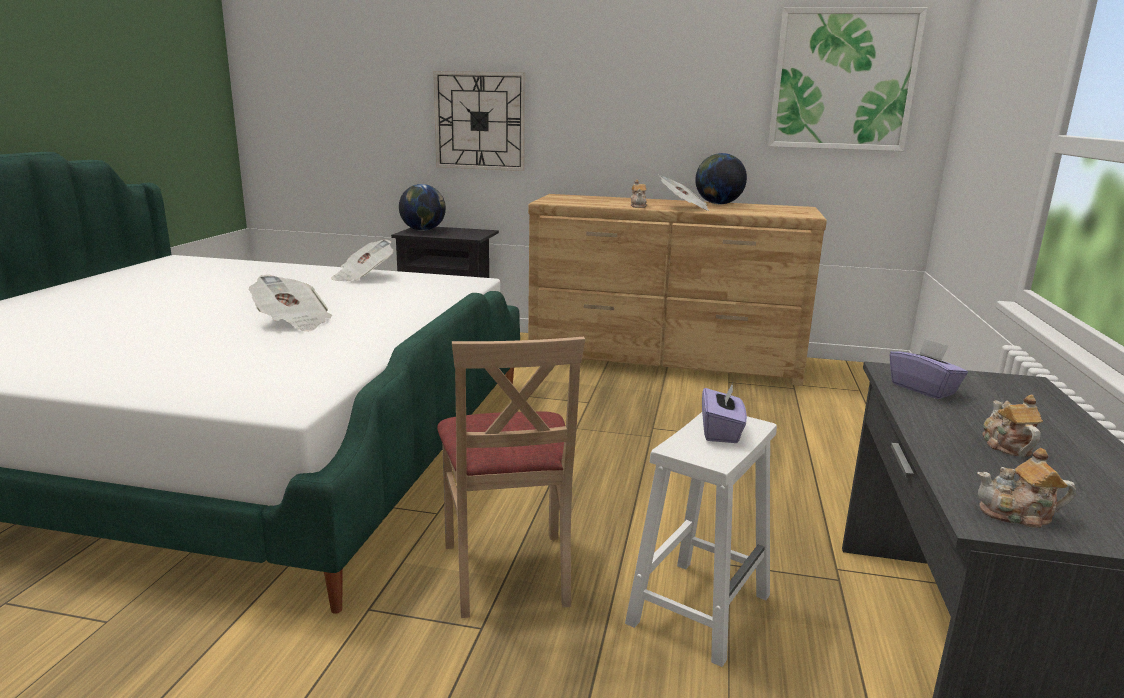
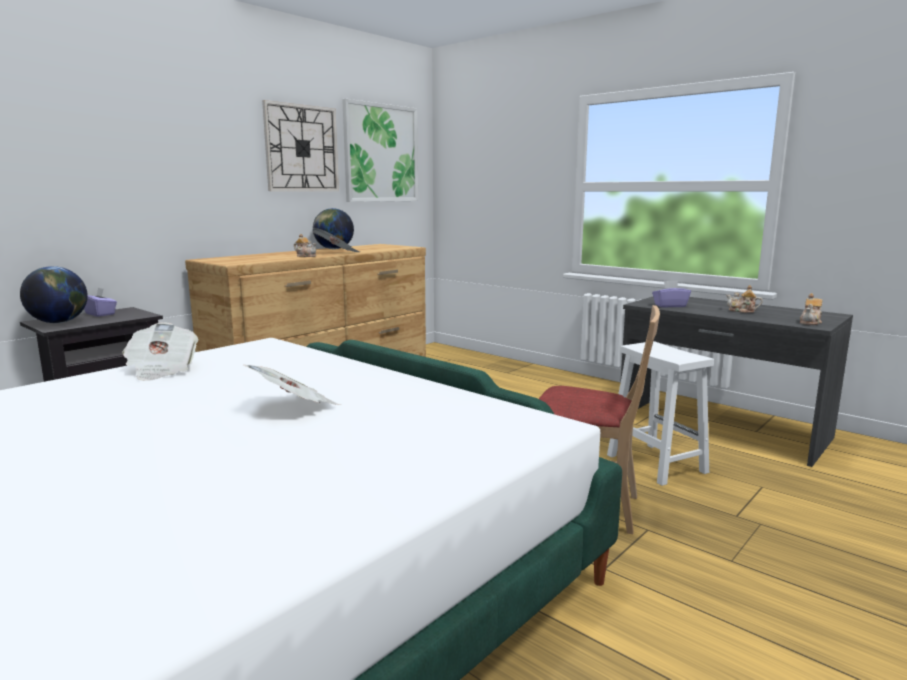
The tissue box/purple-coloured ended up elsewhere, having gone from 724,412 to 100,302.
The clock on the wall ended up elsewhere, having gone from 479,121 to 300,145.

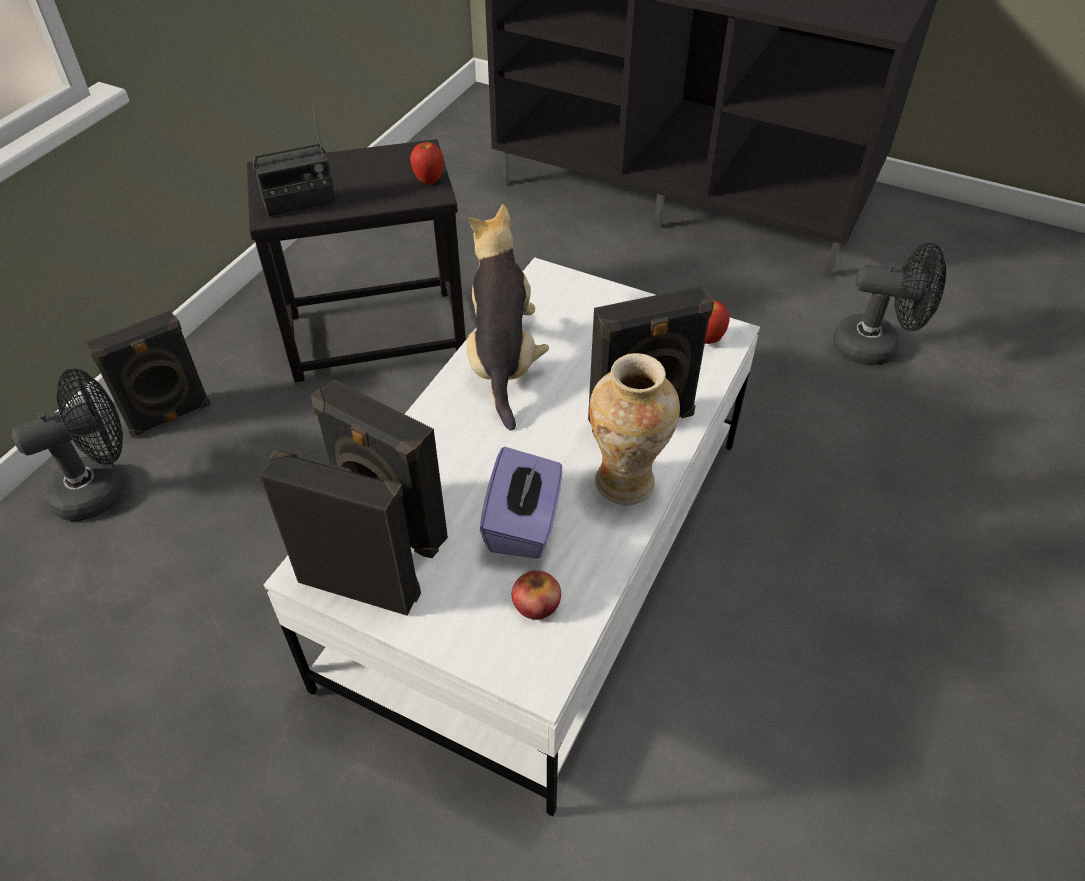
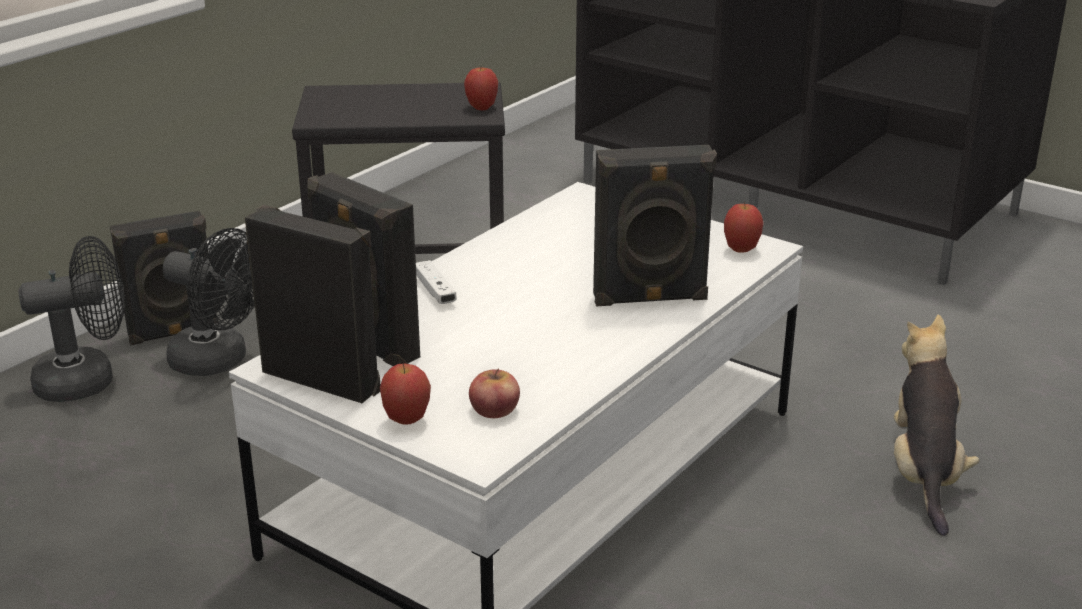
The fan/black ended up elsewhere, having gone from 889,304 to 209,302.
The second view gained the apple at 405,394.
The second view gained the game controller/whitish at 436,282.
The cuddly toy ended up elsewhere, having gone from 508,317 to 937,425.
The second view lost the radio set at 294,162.
The second view lost the tissue box/purple-coloured at 521,503.
The second view lost the decorative vase at 634,429.

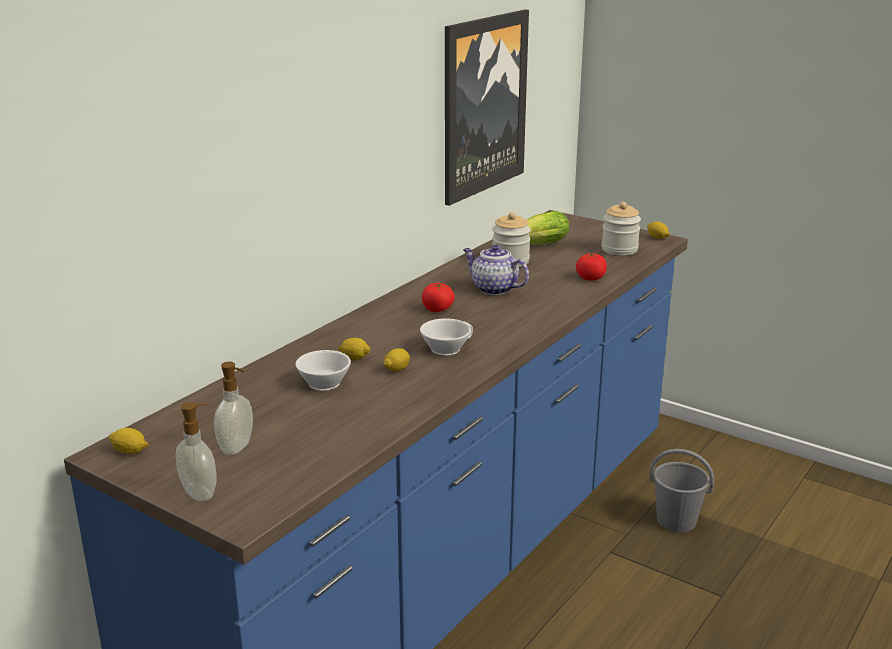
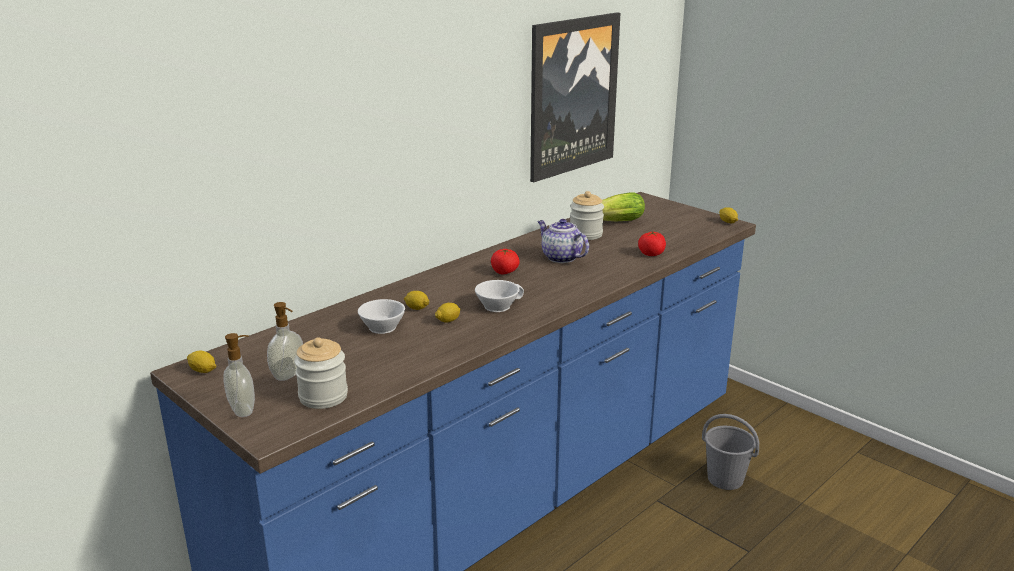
The storage jar ended up elsewhere, having gone from 621,229 to 321,373.

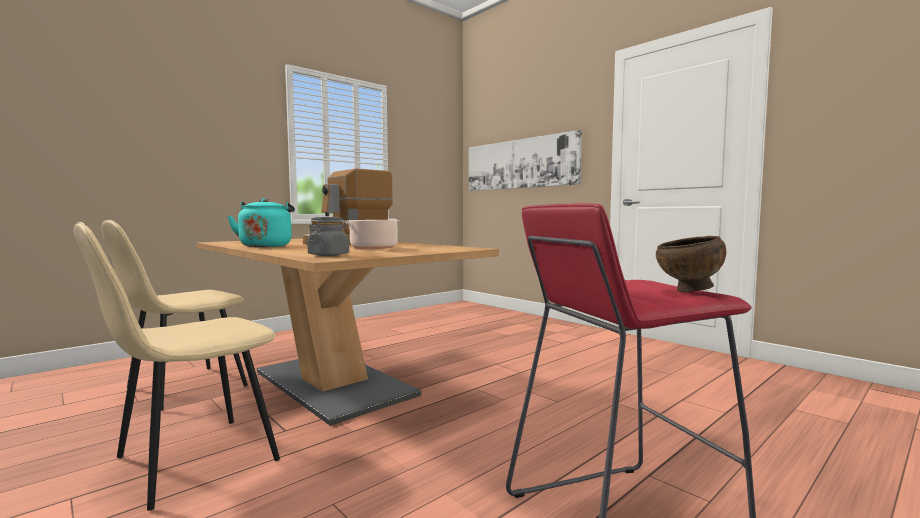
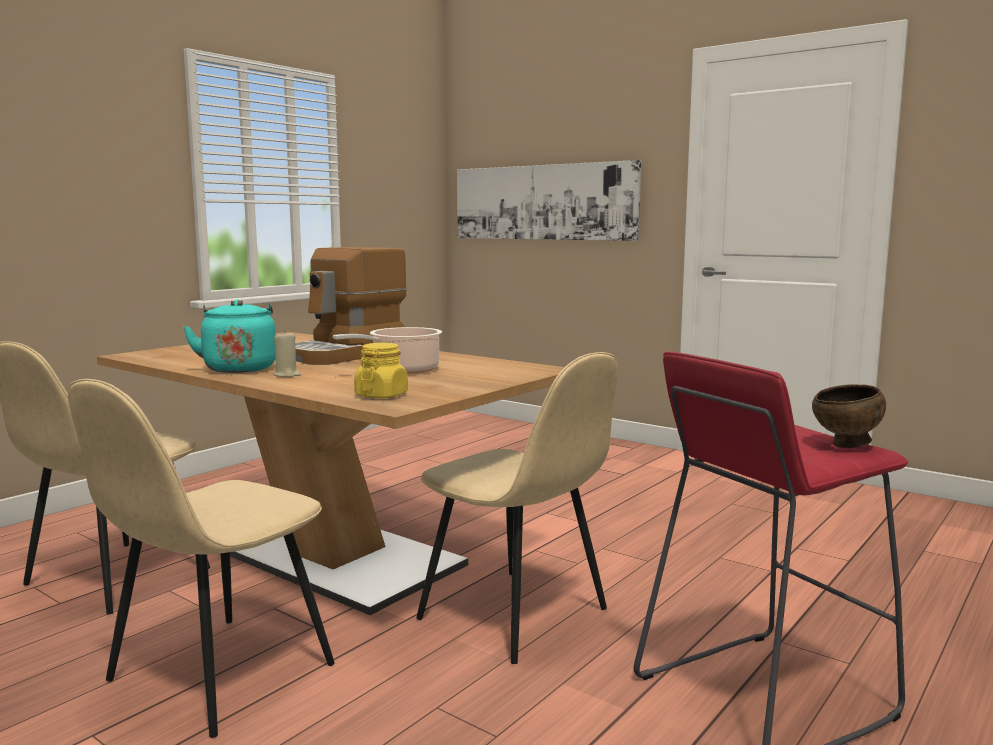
The second view gained the wax candle/beige at 287,354.
What was the storage jar/grey at 328,236 turned into the storage jar/yellow-coloured at 381,370.
The second view gained the plain chair/beige at 517,508.

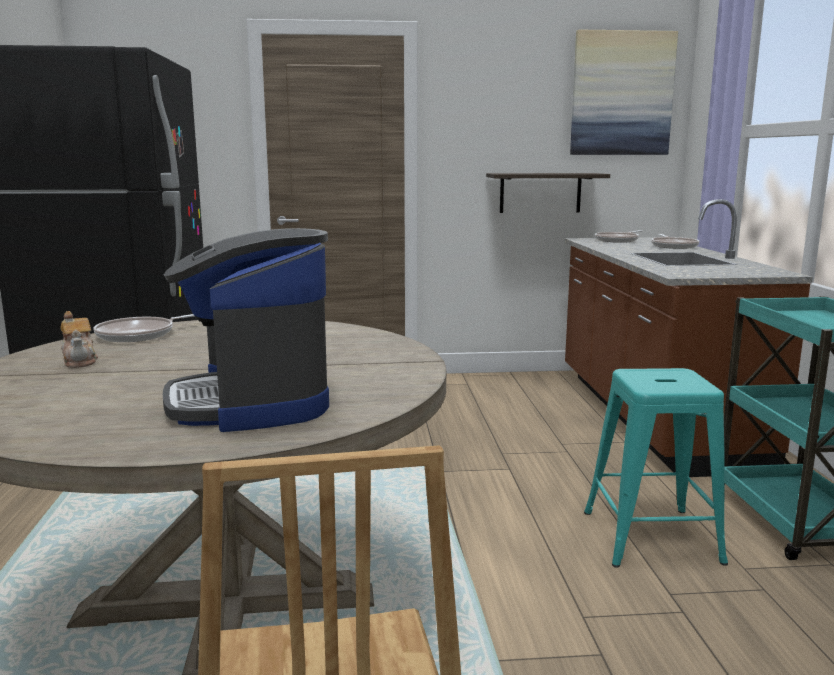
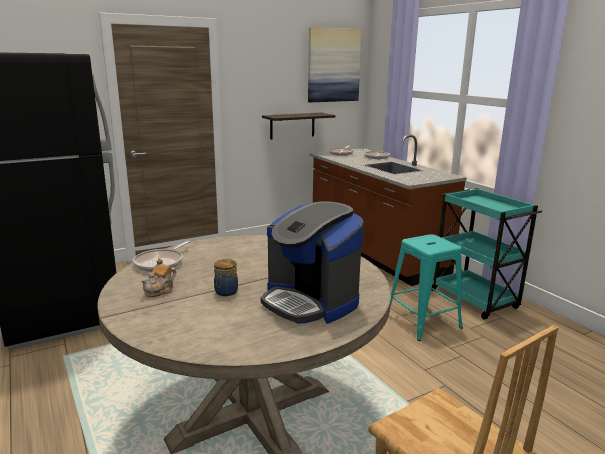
The pot for tea at 79,339 ended up facing another way, 90 degrees clockwise from before.
The second view gained the storage jar at 226,277.

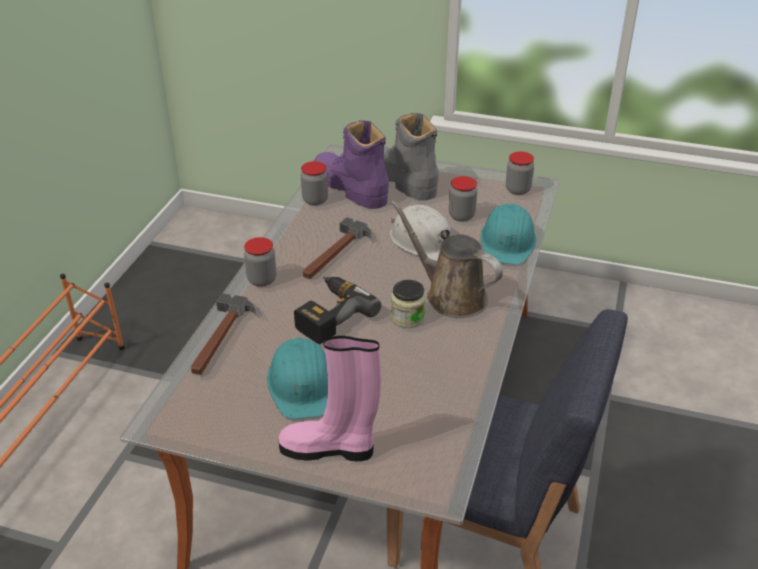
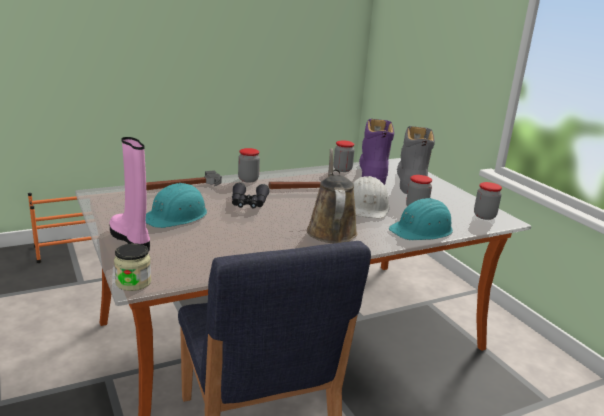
The storage jar ended up elsewhere, having gone from 408,304 to 132,267.
Where the drill stood at 338,310, the binoculars/black came to stand at 251,195.

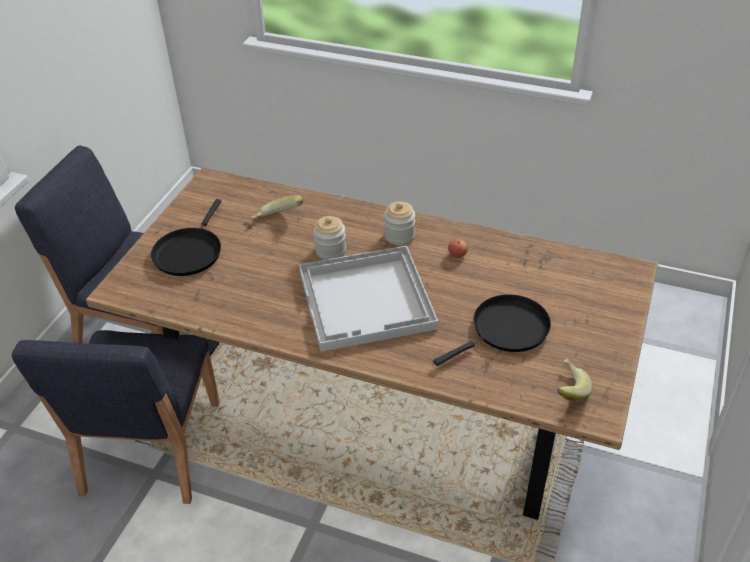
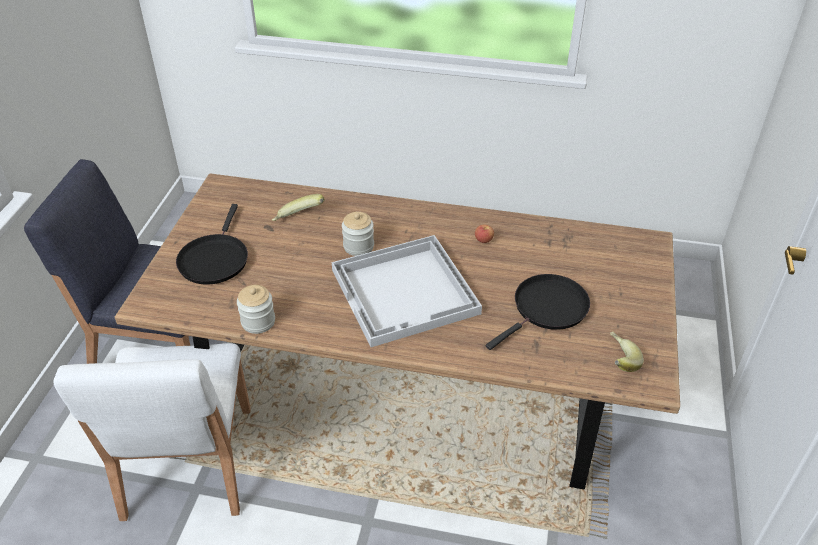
What was the plain chair/blue-coloured at 116,417 turned into the plain chair/whitish at 152,432.
The storage jar ended up elsewhere, having gone from 399,223 to 256,309.

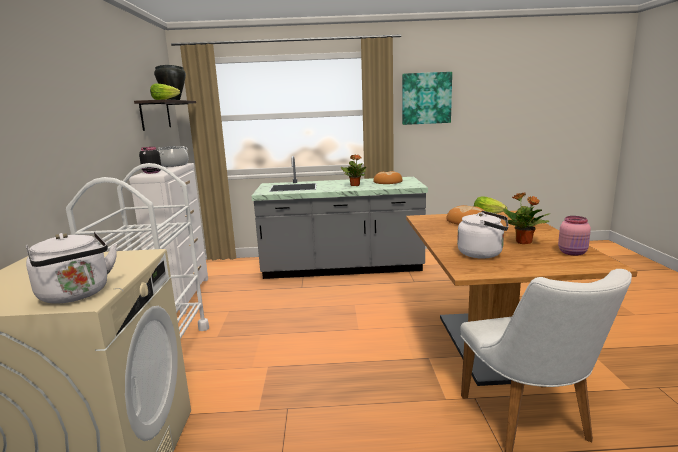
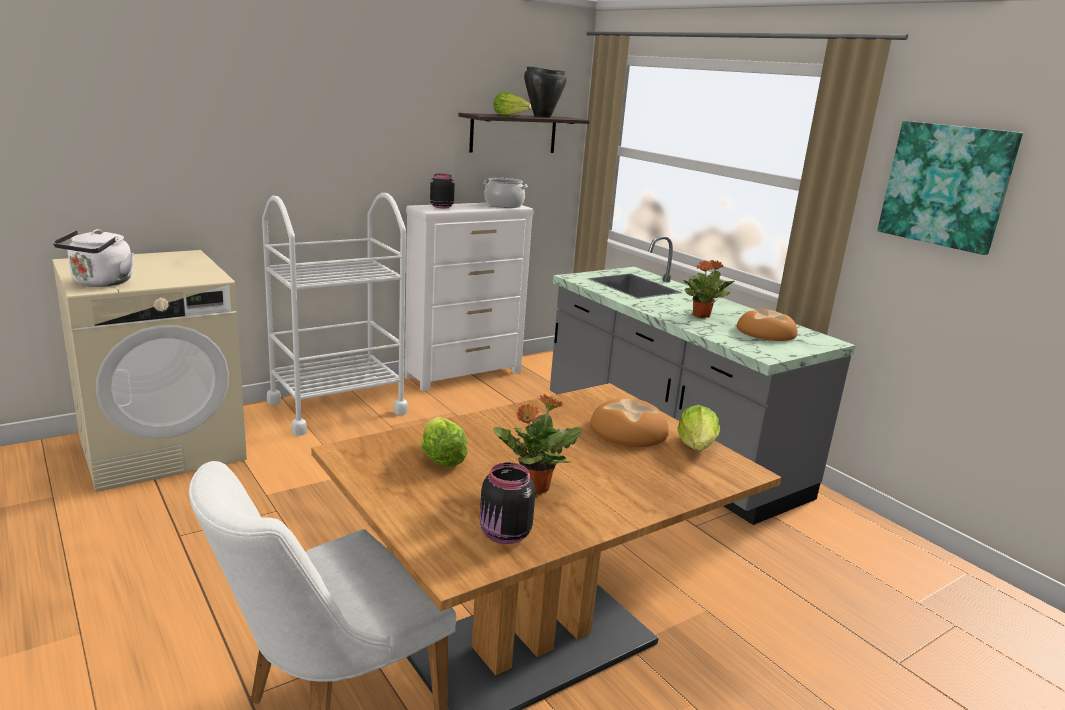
Where the kettle/whitish stood at 482,235, the head of lettuce came to stand at 444,442.
What was the storage jar/pink-coloured at 574,236 turned into the storage jar/black at 508,503.

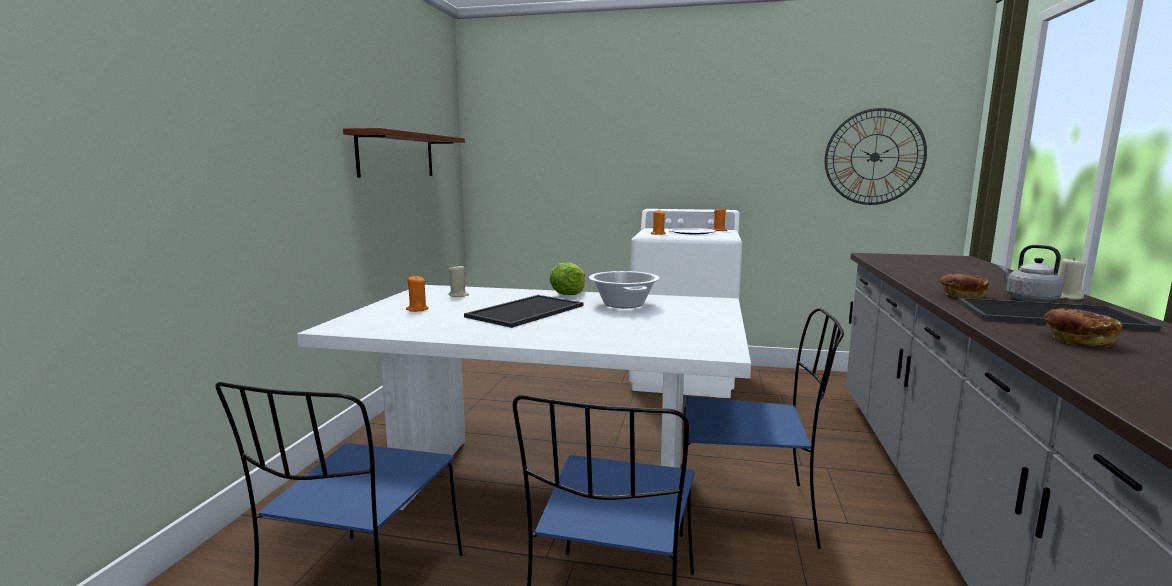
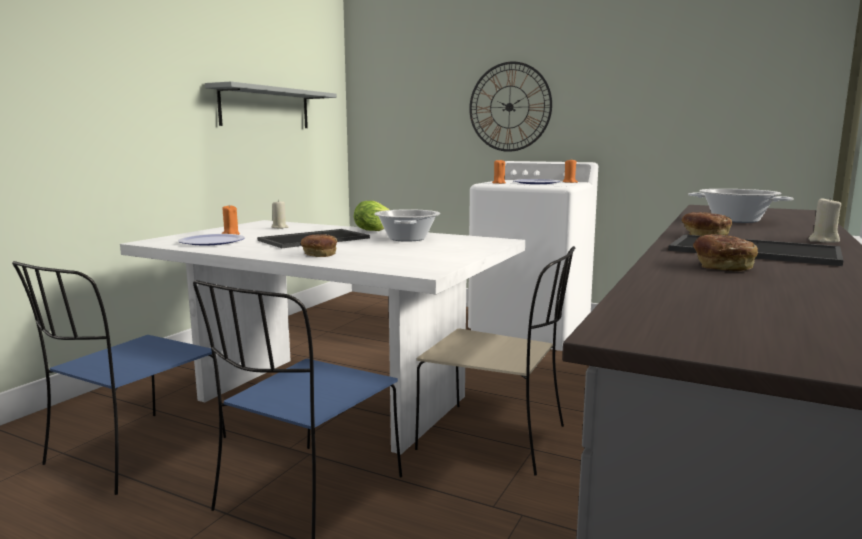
The second view gained the flat dish at 211,239.
What was the wall shelf/brown at 404,153 turned into the wall shelf/grey at 271,104.
The second view gained the bakery bread at 319,245.
What was the plain chair/blue-coloured at 762,428 turned into the plain chair/beige at 495,360.
The clock on the wall ended up elsewhere, having gone from 876,156 to 510,107.
The second view gained the stockpot at 741,206.
The second view lost the kettle/grey at 1031,273.

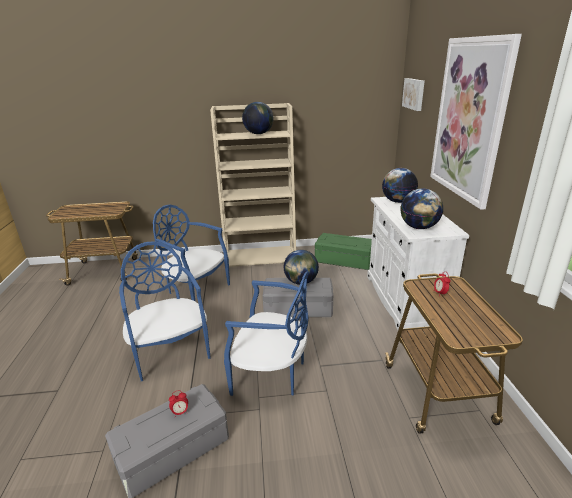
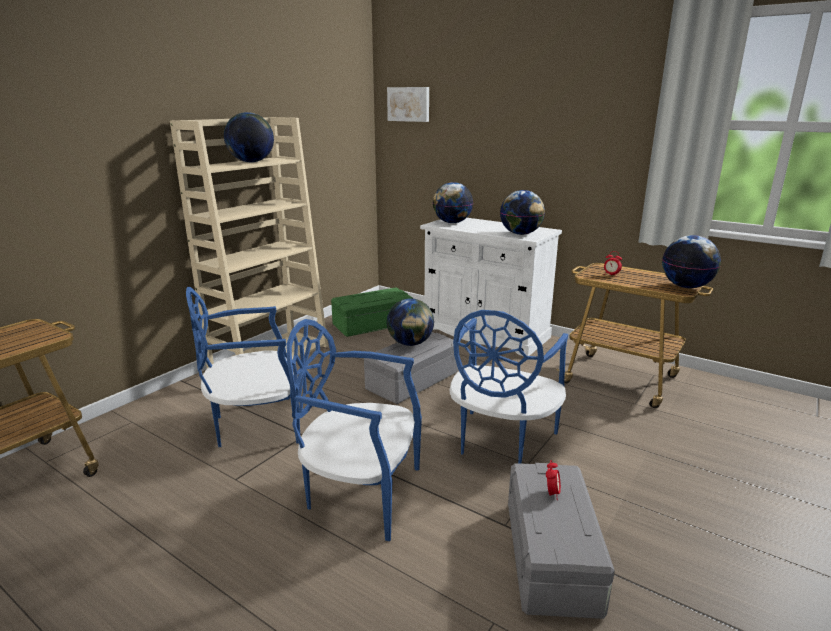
The plain chair/blue-coloured at 266,333 ended up facing another way, 150 degrees clockwise from before.
The second view gained the desk globe at 691,261.
The second view lost the picture at 476,122.

